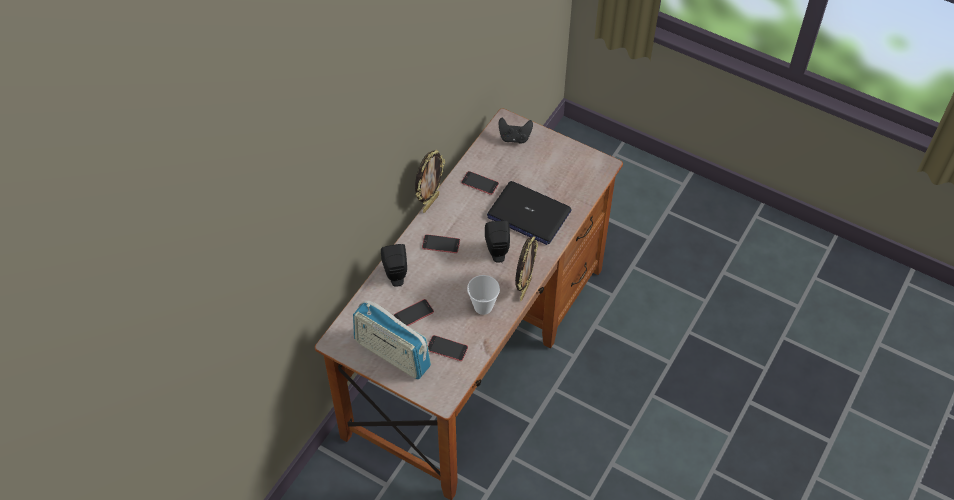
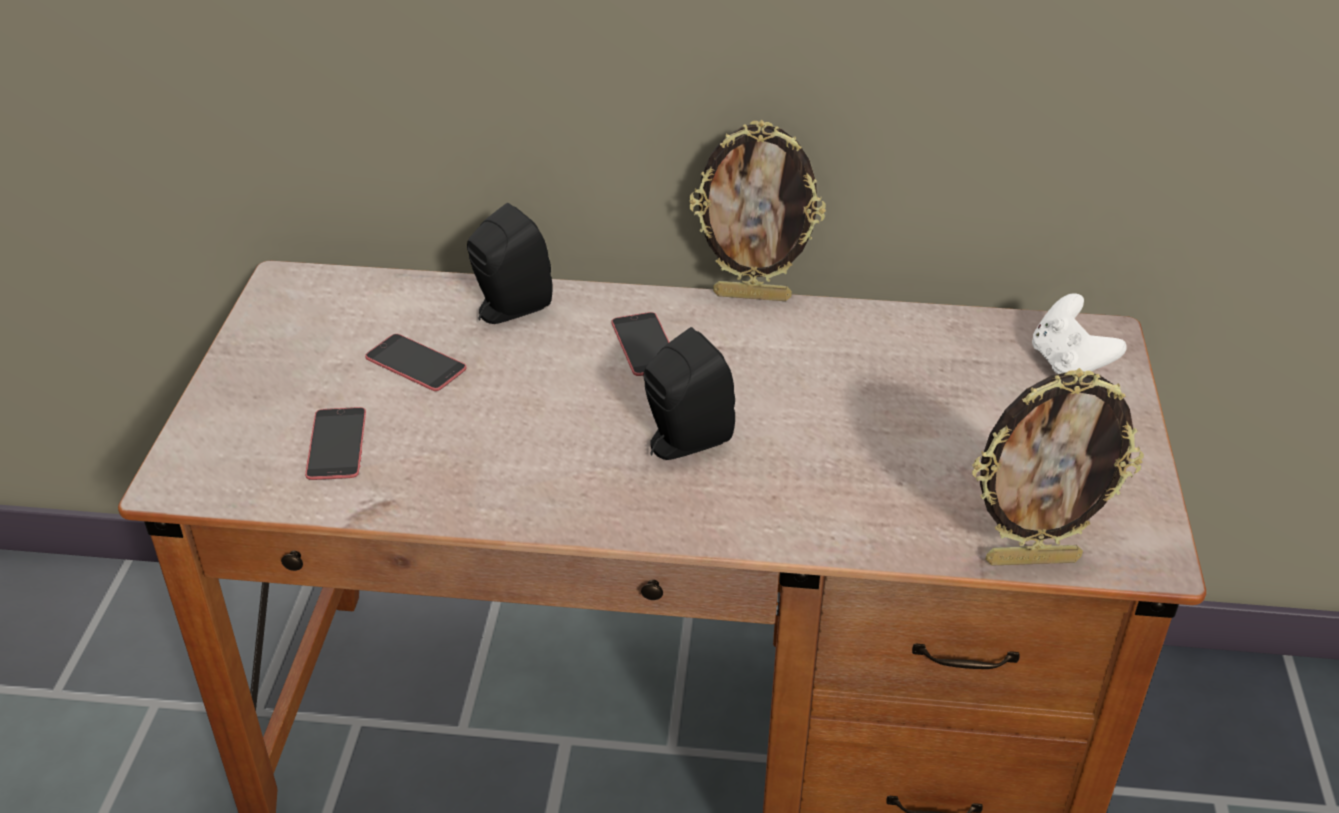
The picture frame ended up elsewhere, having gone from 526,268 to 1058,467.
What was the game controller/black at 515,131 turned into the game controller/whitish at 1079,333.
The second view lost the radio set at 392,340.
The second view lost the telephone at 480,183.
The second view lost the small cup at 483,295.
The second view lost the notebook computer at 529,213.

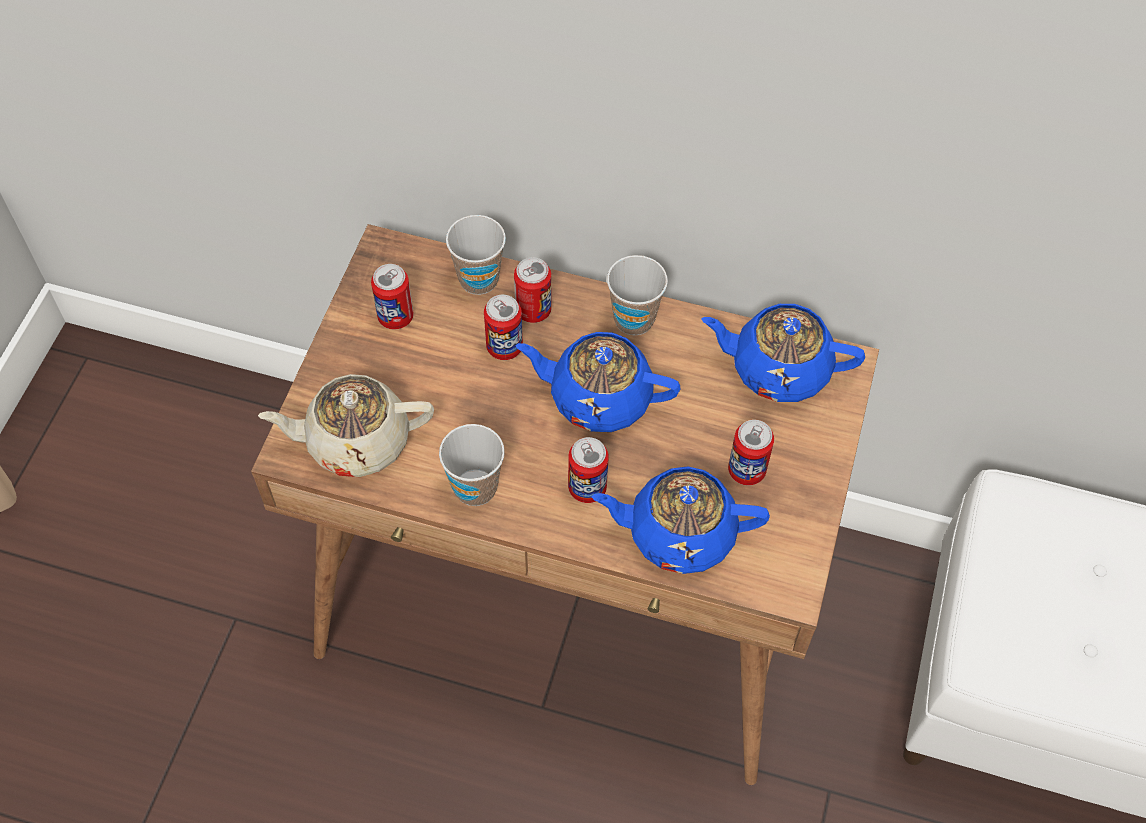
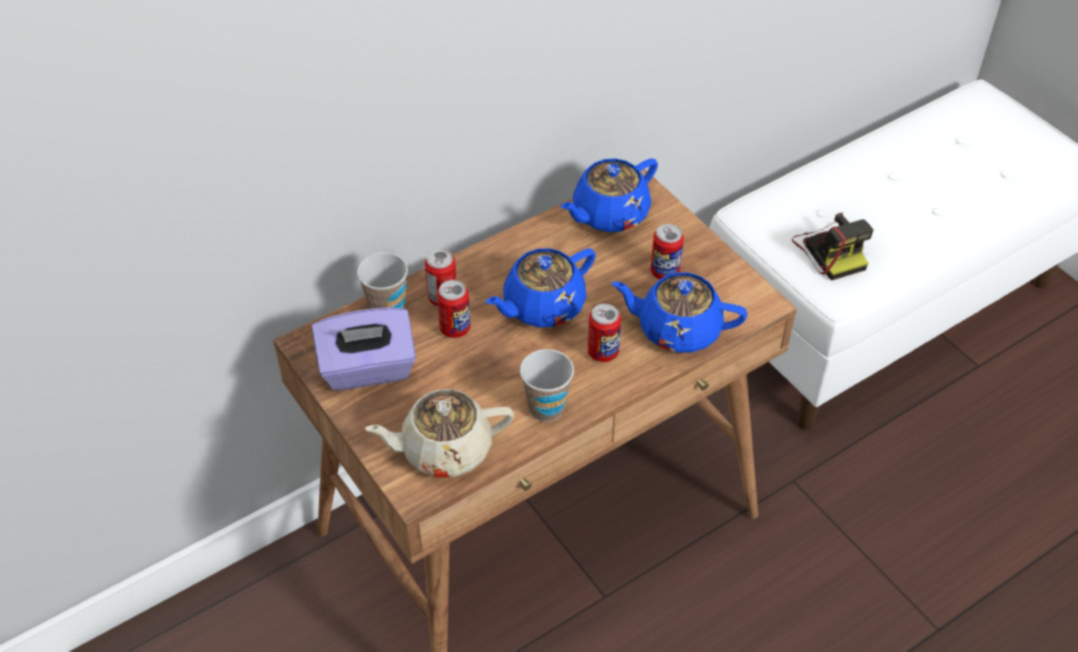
Where the metal can stood at 392,296, the tissue box/purple-coloured came to stand at 364,349.
The pot for tea/beige at 346,425 ended up facing another way, 45 degrees clockwise from before.
The pot for tea/blue-coloured at 680,520 ended up facing another way, 60 degrees clockwise from before.
The second view gained the still camera at 833,247.
The second view lost the small cup at 637,295.

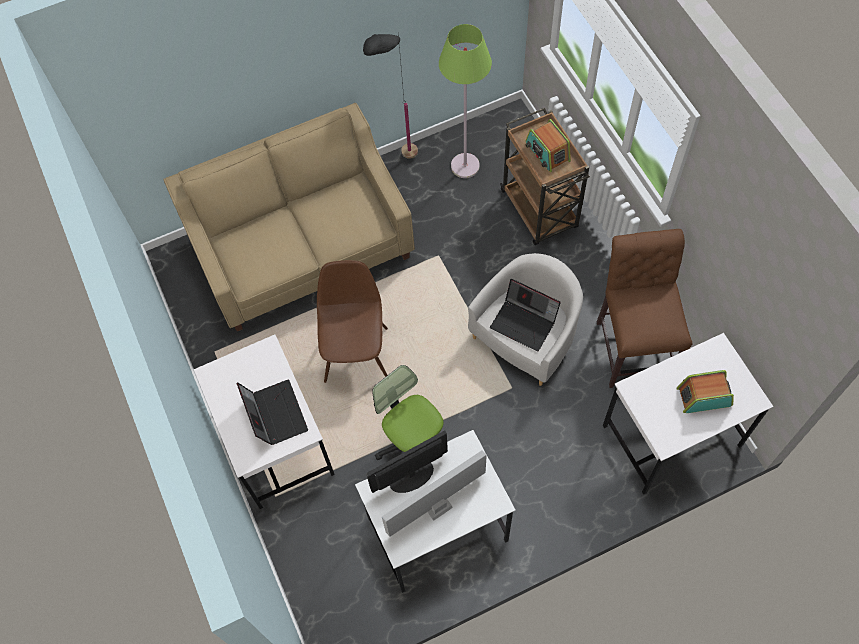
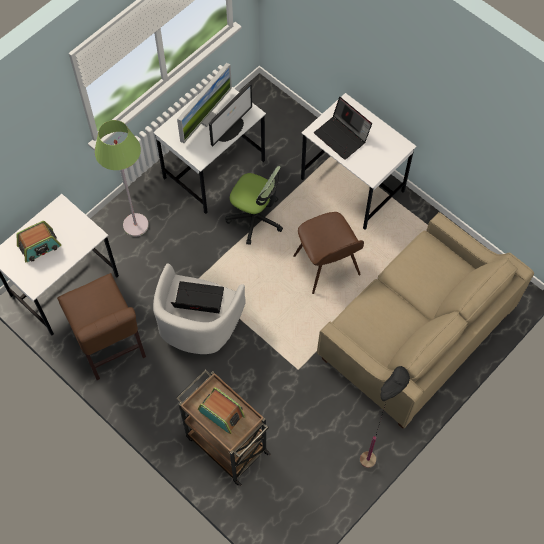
The standing lamp/greenish ended up elsewhere, having gone from 465,101 to 122,178.

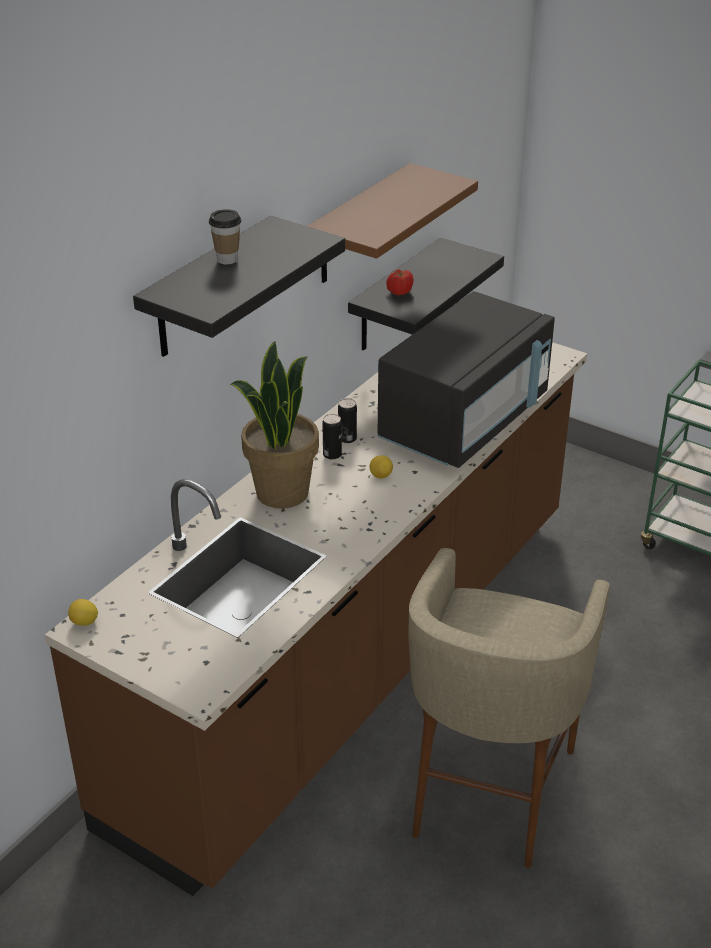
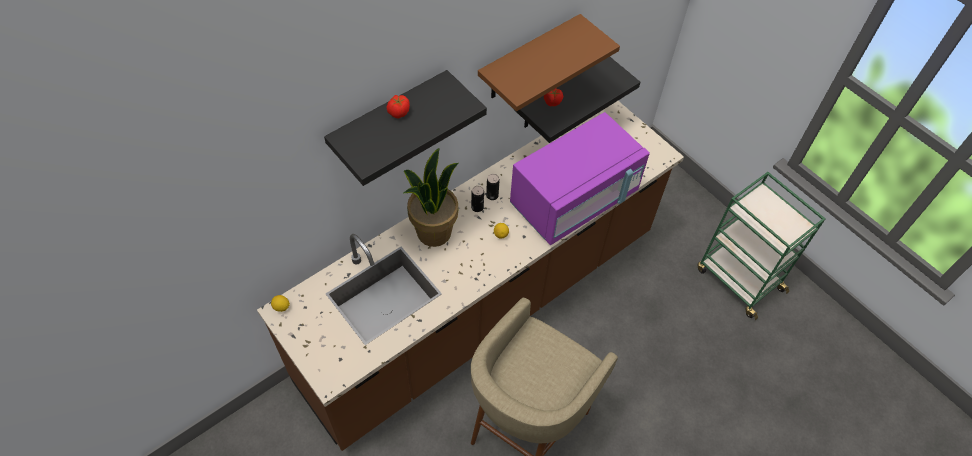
Where the small cup stood at 225,236, the whole tomato came to stand at 398,106.
What was the microwave/black at 466,379 turned into the microwave/purple-coloured at 580,178.

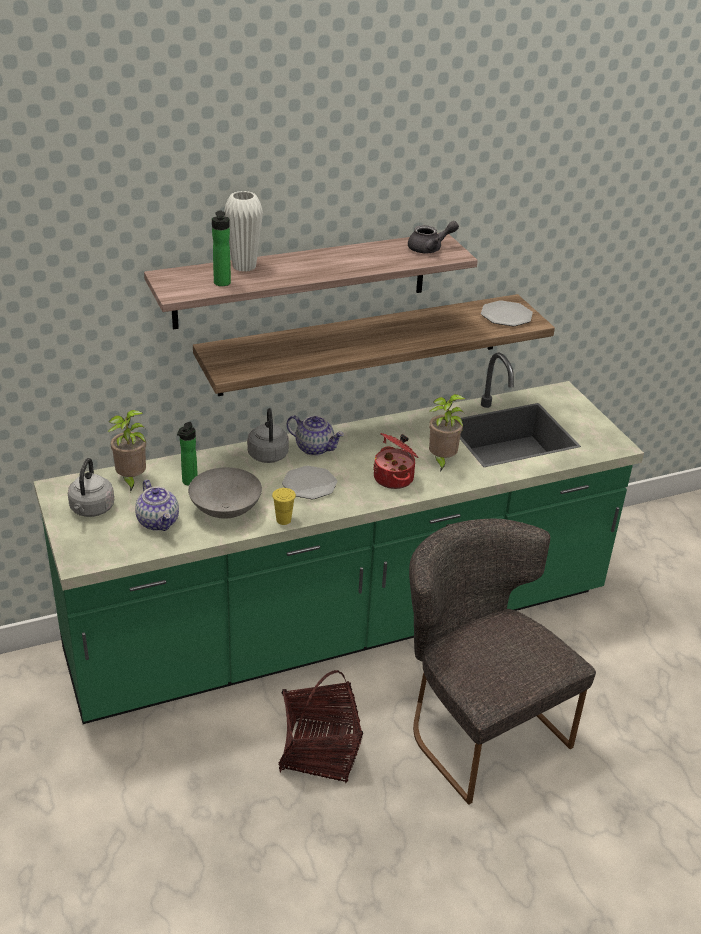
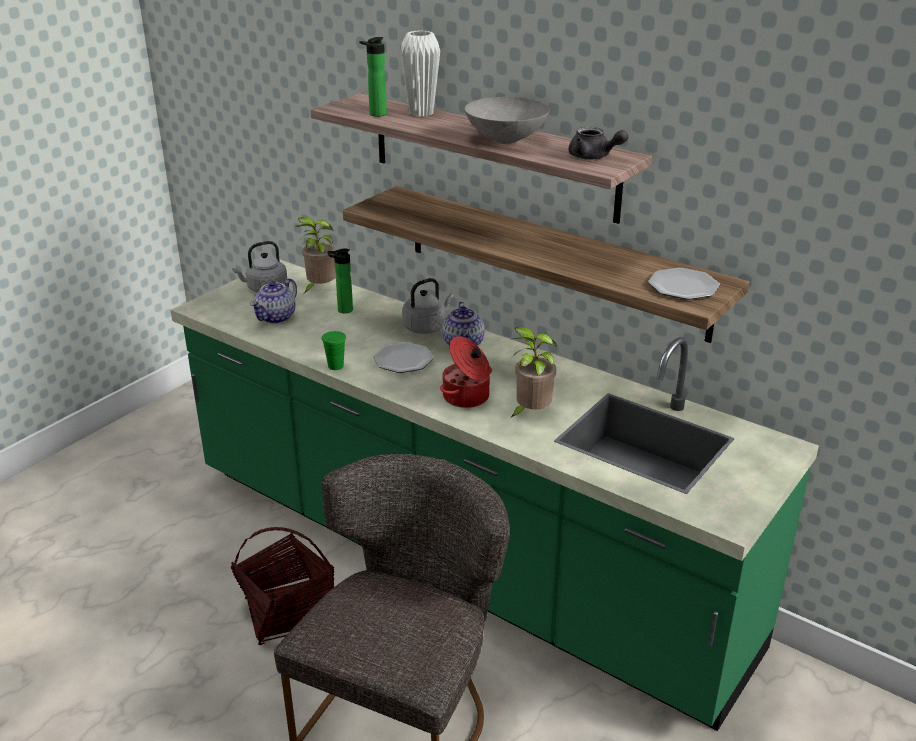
What was the small cup/yellow-coloured at 284,506 turned into the small cup/greenish at 334,350.
The bowl/grey ended up elsewhere, having gone from 225,493 to 506,120.

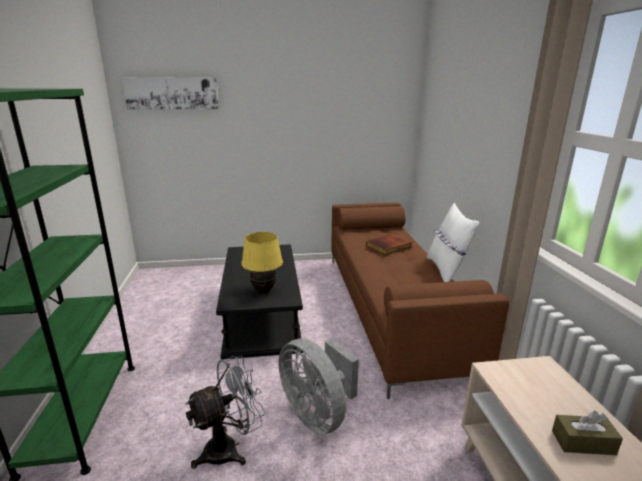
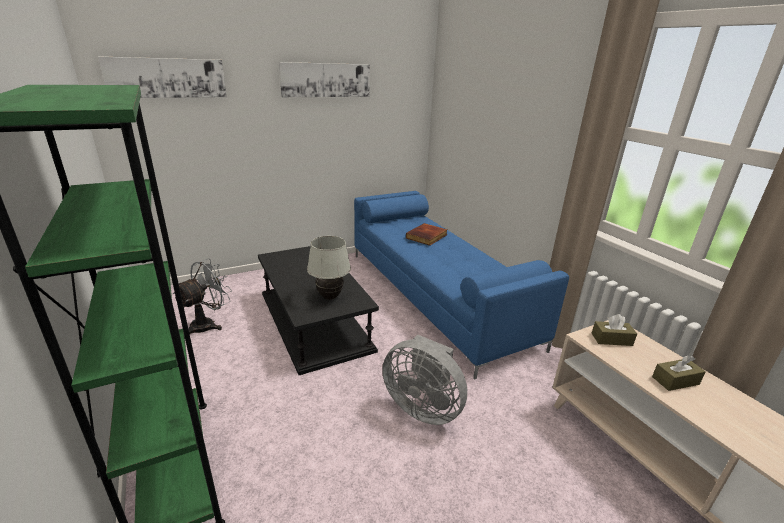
The fan/grey ended up elsewhere, having gone from 225,412 to 202,296.
The second view gained the picture at 324,79.
What was the lamp for a table/yellow-coloured at 262,262 turned into the lamp for a table/whitish at 329,268.
What was the couch/brown at 420,301 turned into the couch/blue-coloured at 461,285.
The second view gained the tissue box/brown at 614,330.
The second view lost the pillow/whitish at 453,242.

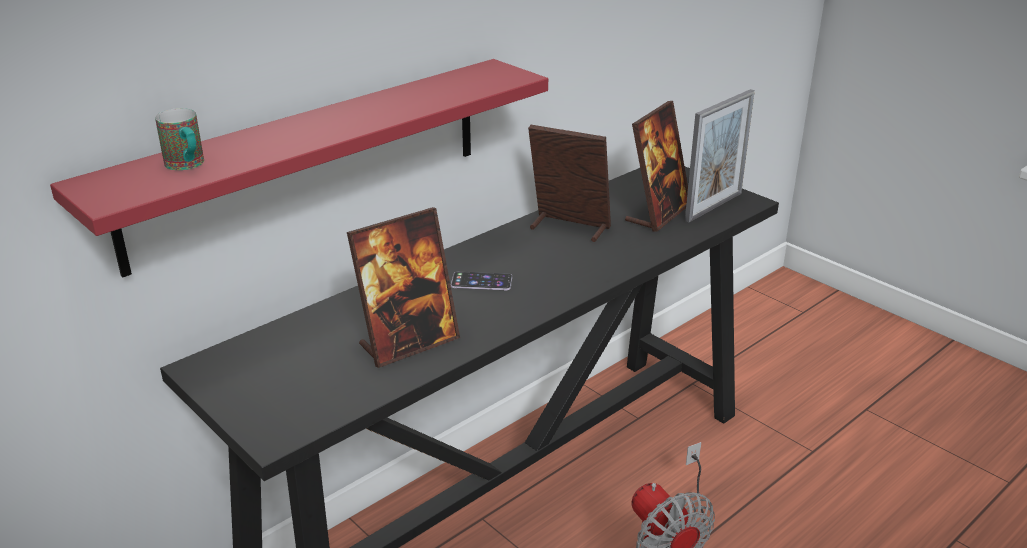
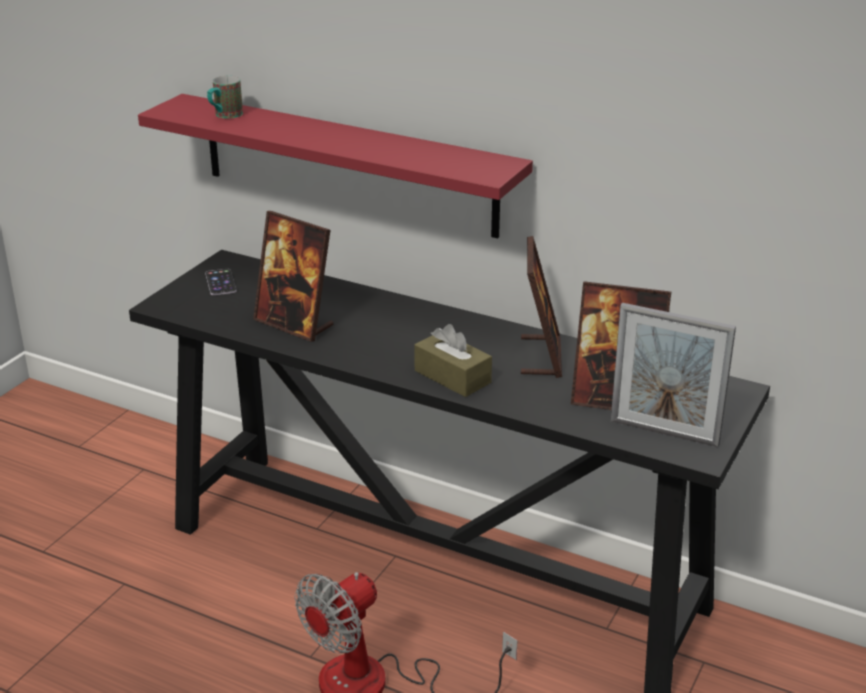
The telephone ended up elsewhere, having gone from 481,280 to 221,282.
The second view gained the tissue box/brown at 453,360.

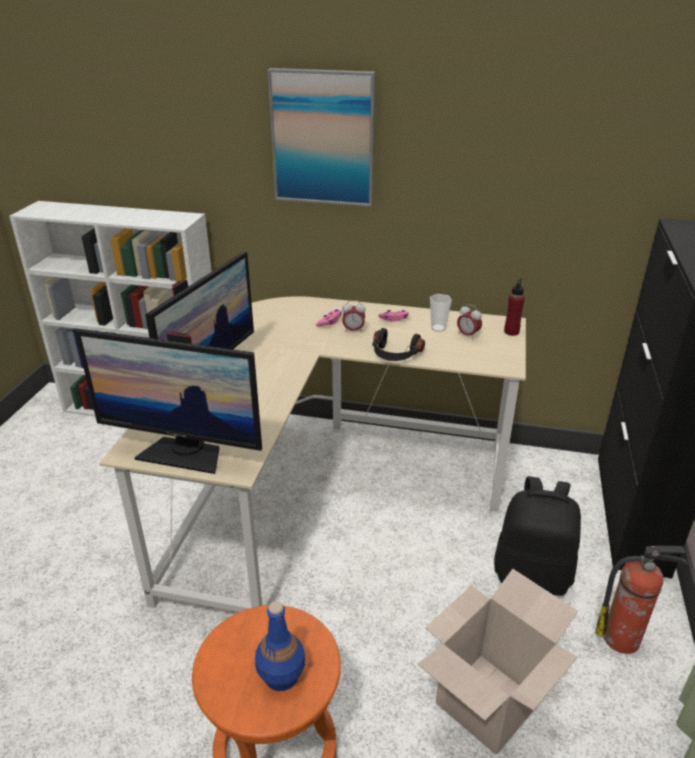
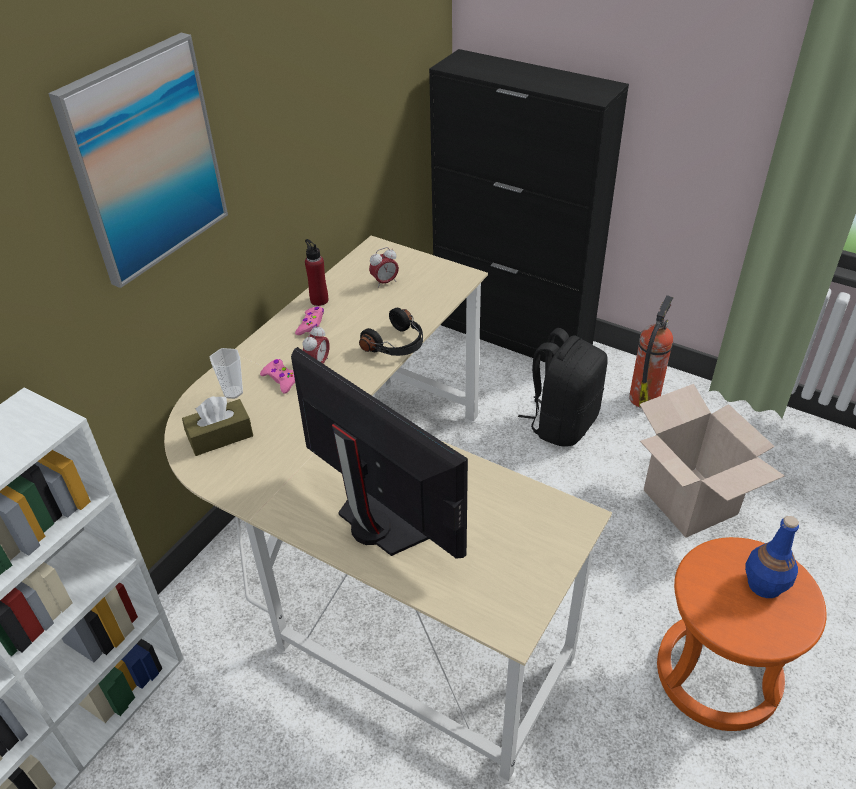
The second view gained the tissue box/brown at 217,426.
The small cup ended up elsewhere, having gone from 441,313 to 226,373.
The beverage bottle/red ended up elsewhere, having gone from 514,307 to 316,272.
The second view lost the computer screen at 168,401.

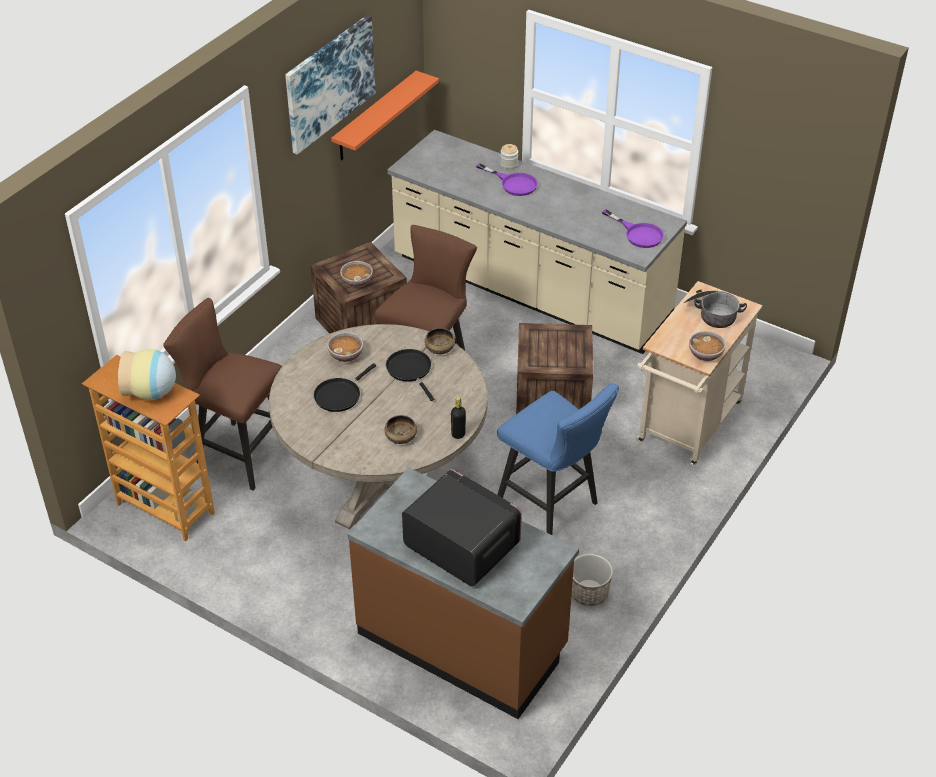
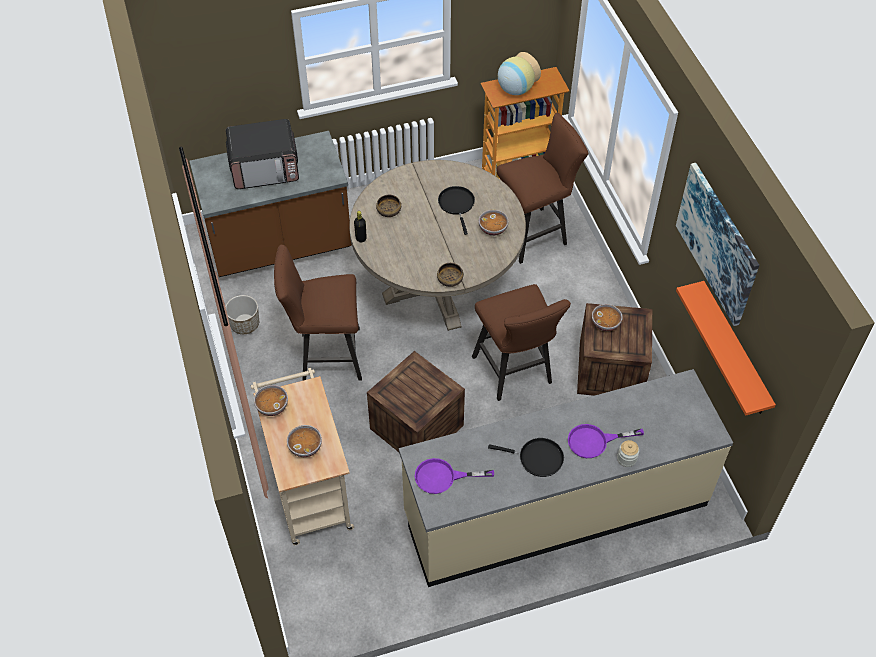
What was the stool seat/blue-coloured at 558,459 turned into the stool seat/brown at 318,313.
Where the stockpot stood at 715,309, the bowl came to stand at 304,441.
The skillet/black ended up elsewhere, having gone from 410,375 to 526,457.

